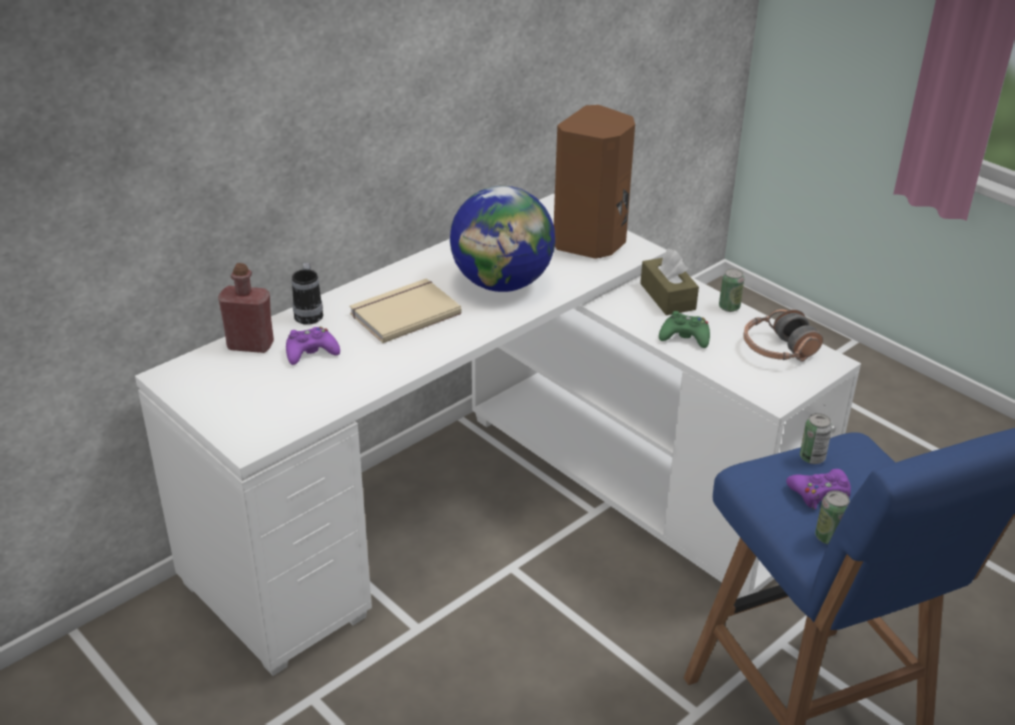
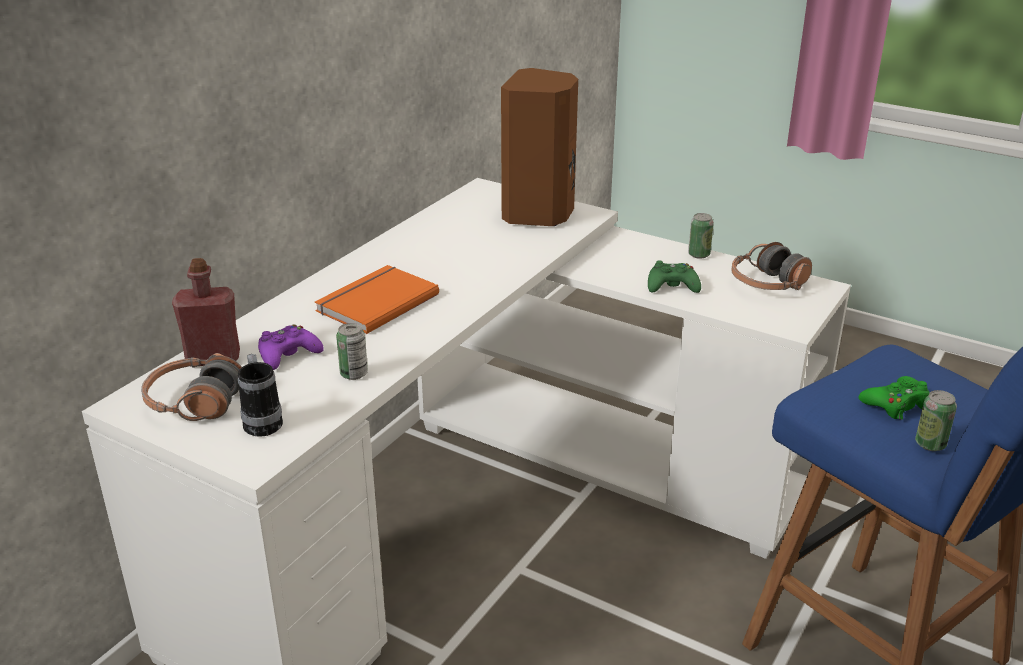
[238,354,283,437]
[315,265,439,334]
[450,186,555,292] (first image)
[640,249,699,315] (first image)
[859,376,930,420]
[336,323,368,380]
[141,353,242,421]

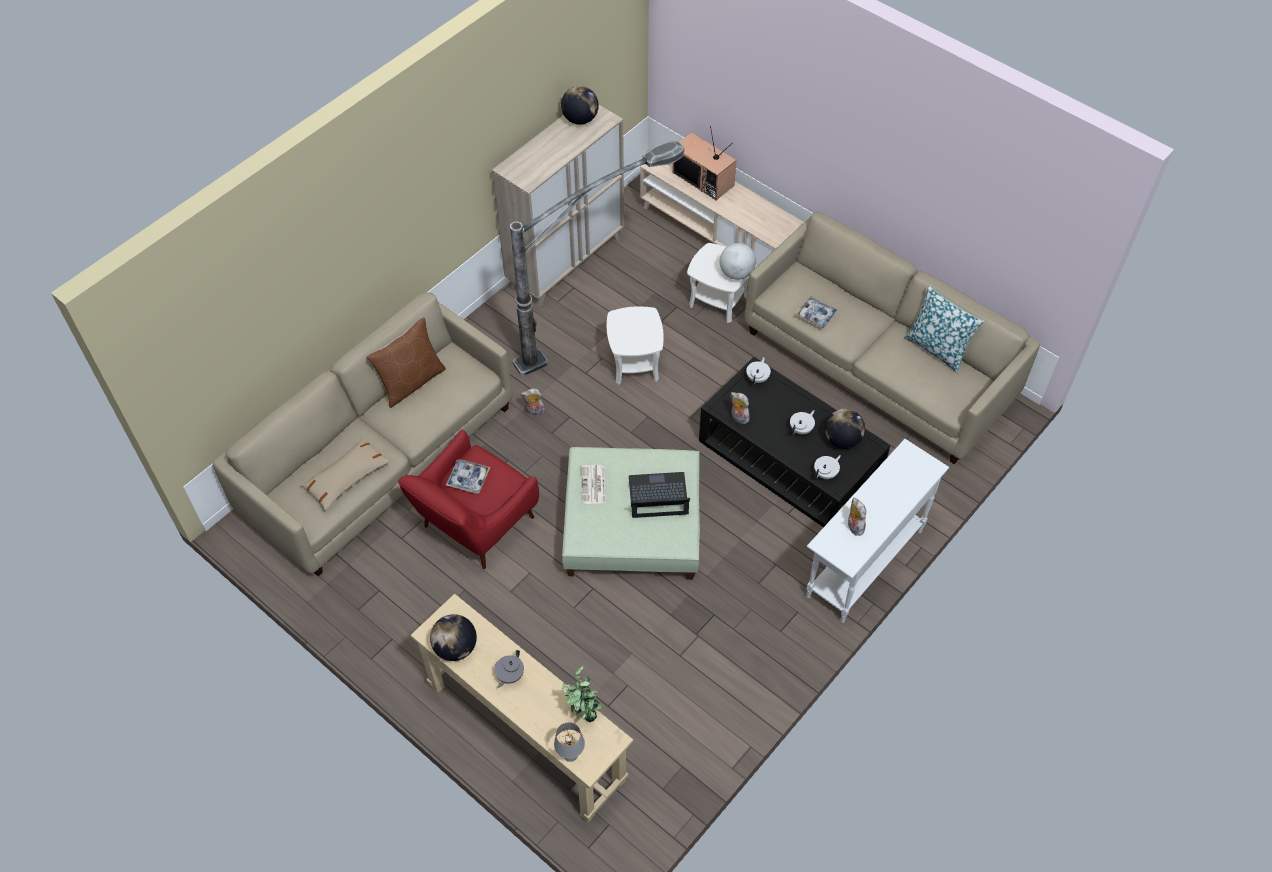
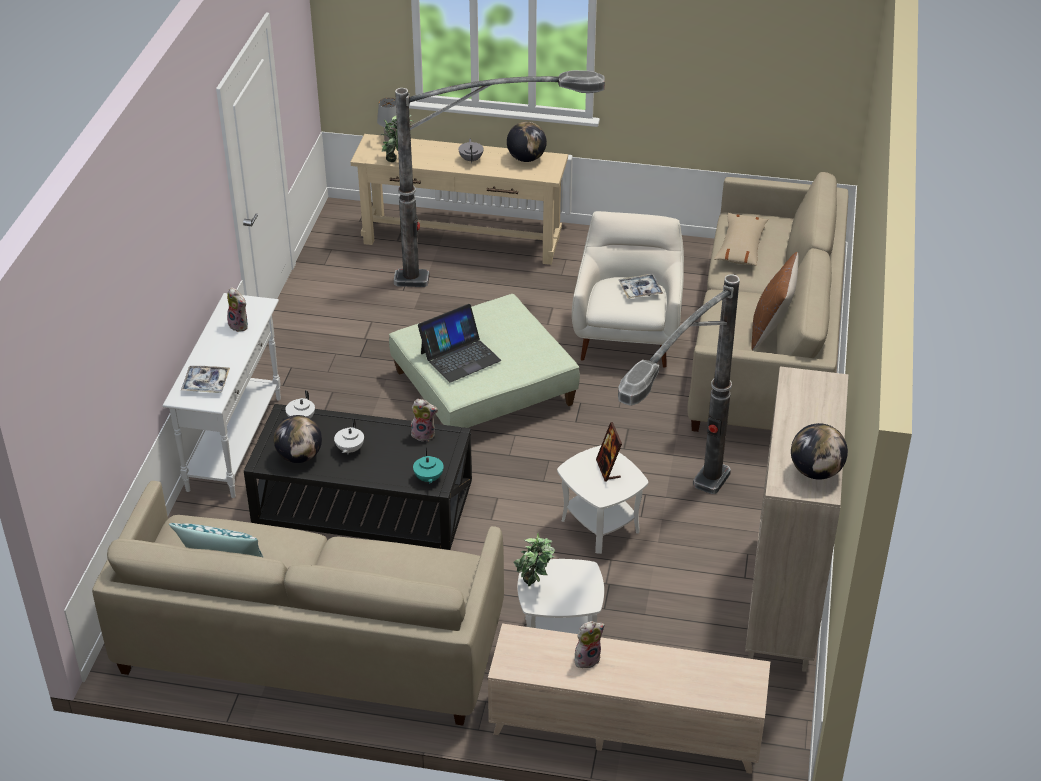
[572,211,684,368]
[575,621,605,668]
[581,465,605,504] (first image)
[672,126,736,200] (first image)
[514,533,555,586]
[413,448,444,484]
[181,366,230,393]
[394,70,605,287]
[596,422,622,482]

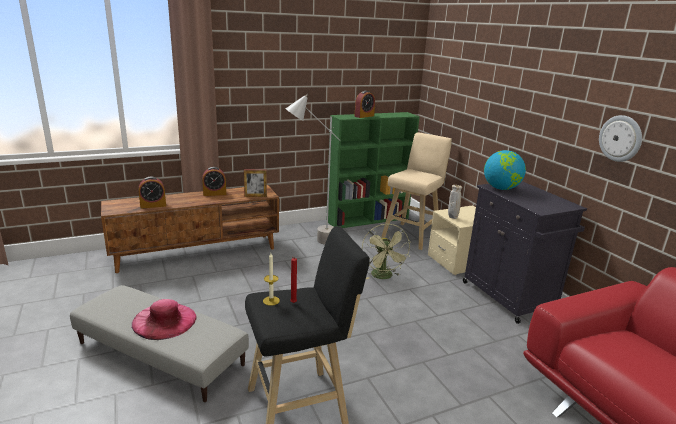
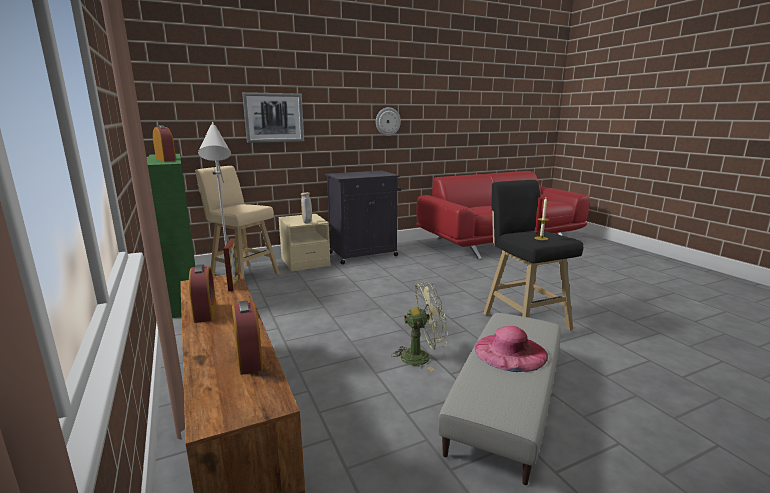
[391,282,448,371]
[484,150,526,190] (first image)
[242,92,304,143]

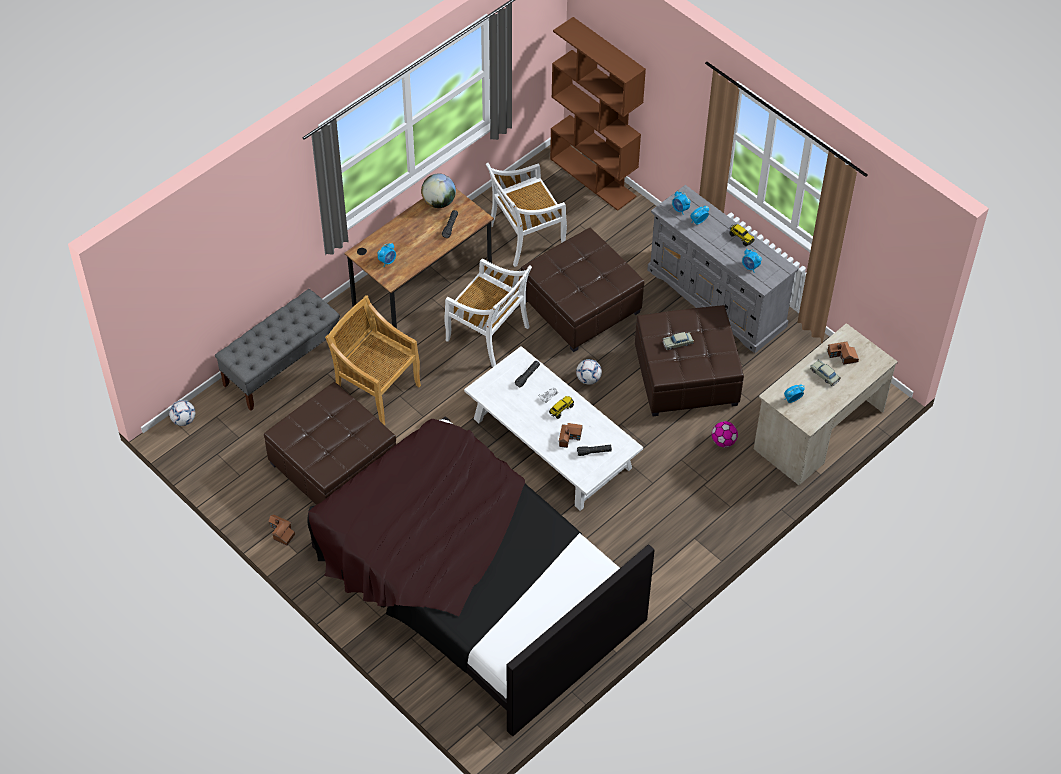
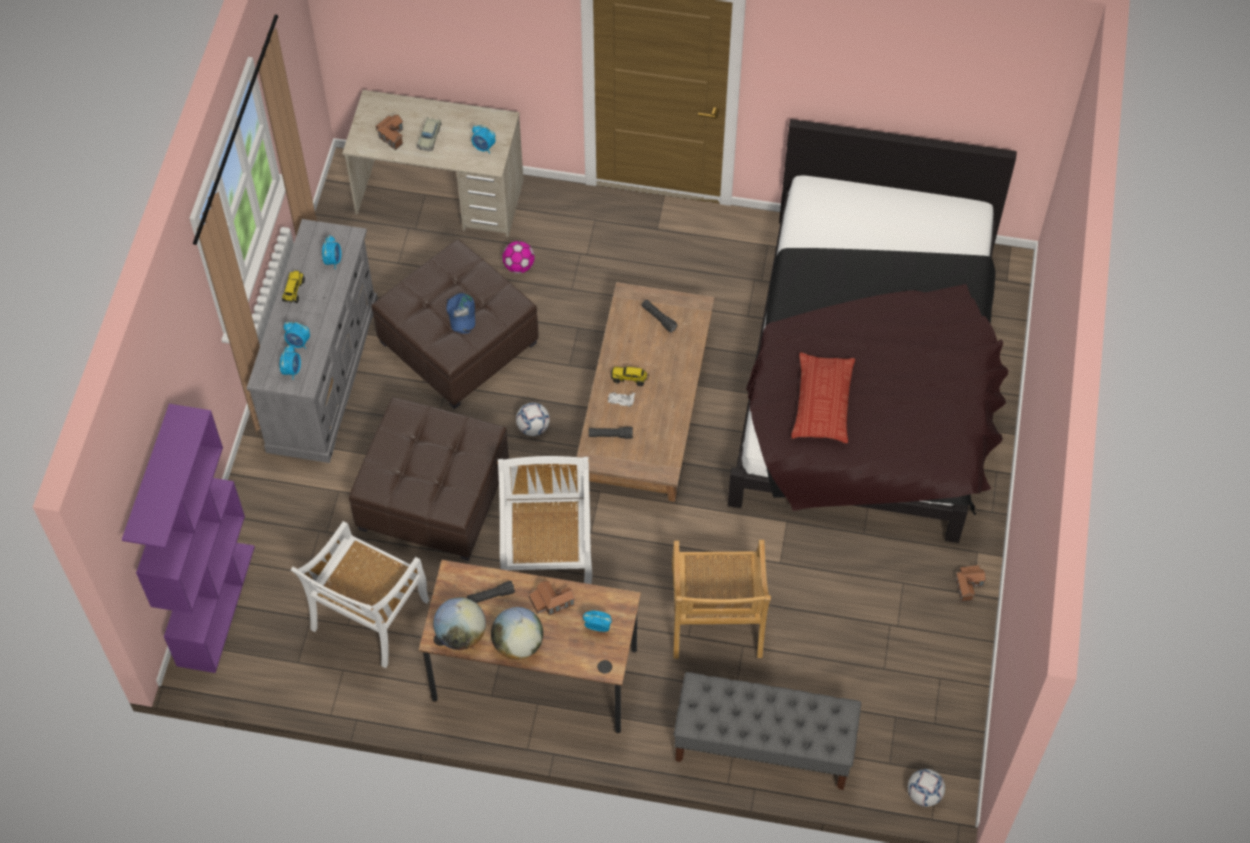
[264,382,396,505] (first image)
[577,282,714,502]
[291,521,429,668]
[122,404,255,673]
[529,581,575,615]
[446,293,475,334]
[491,607,543,660]
[791,352,855,443]

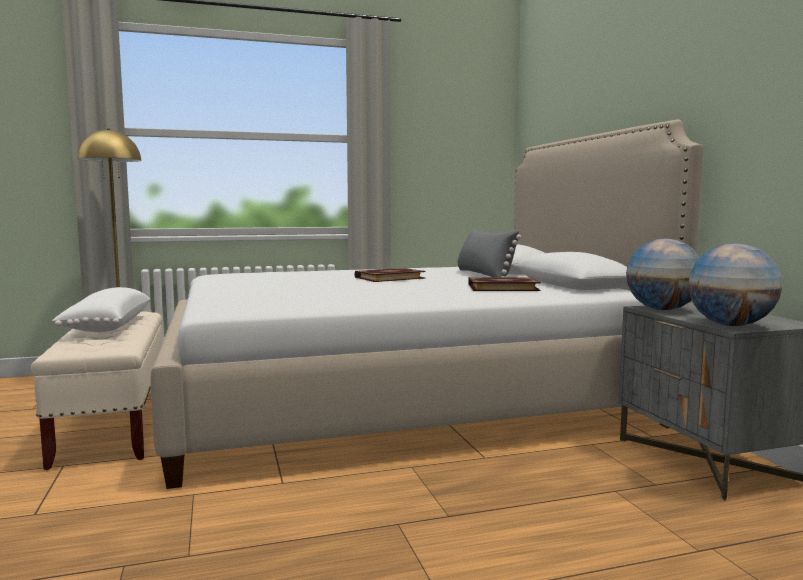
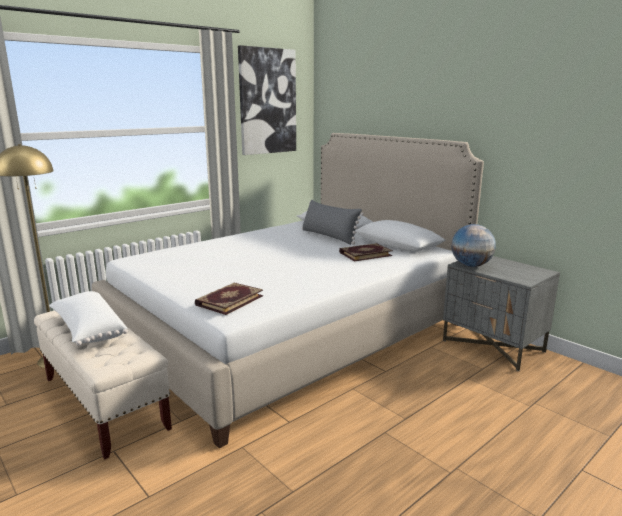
[195,283,263,315]
[688,243,782,326] (first image)
[238,45,296,155]

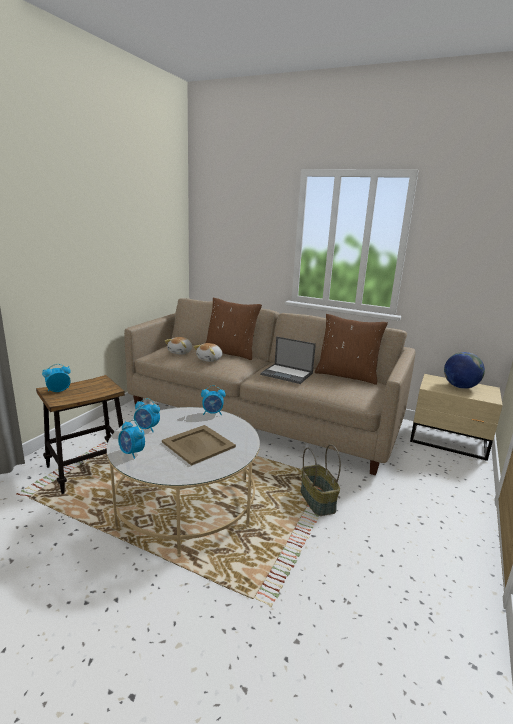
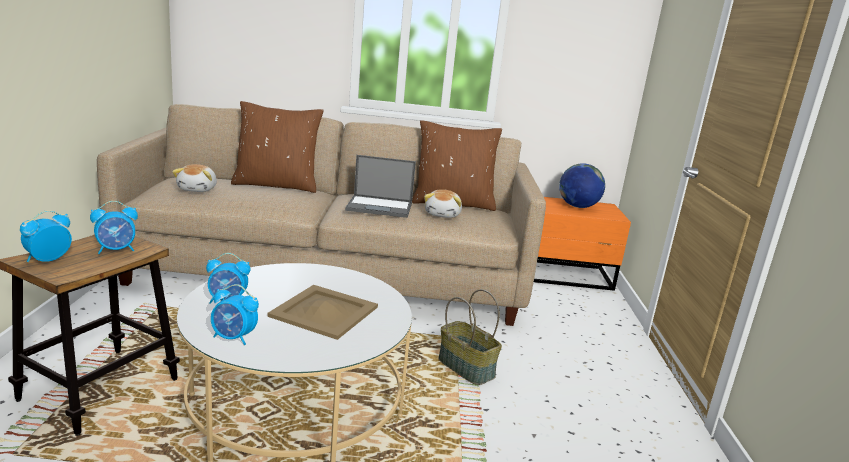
[424,189,462,218]
[90,201,138,254]
[534,197,631,291]

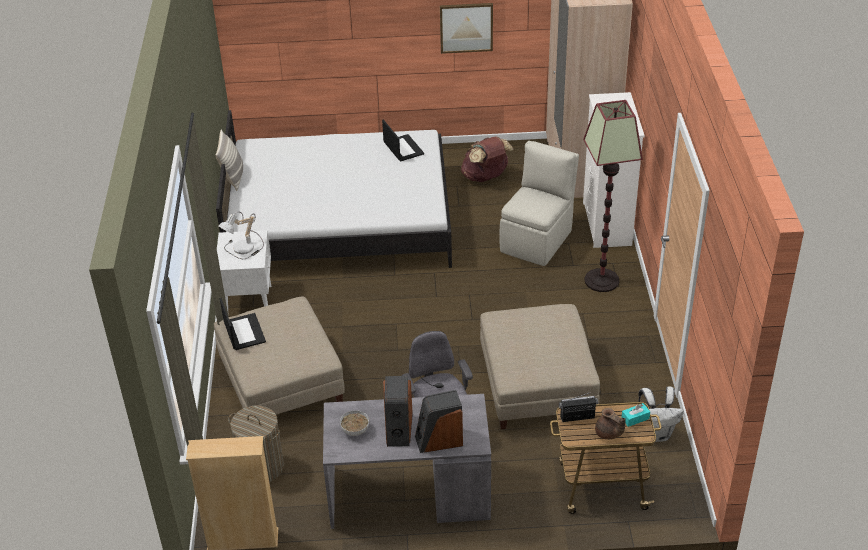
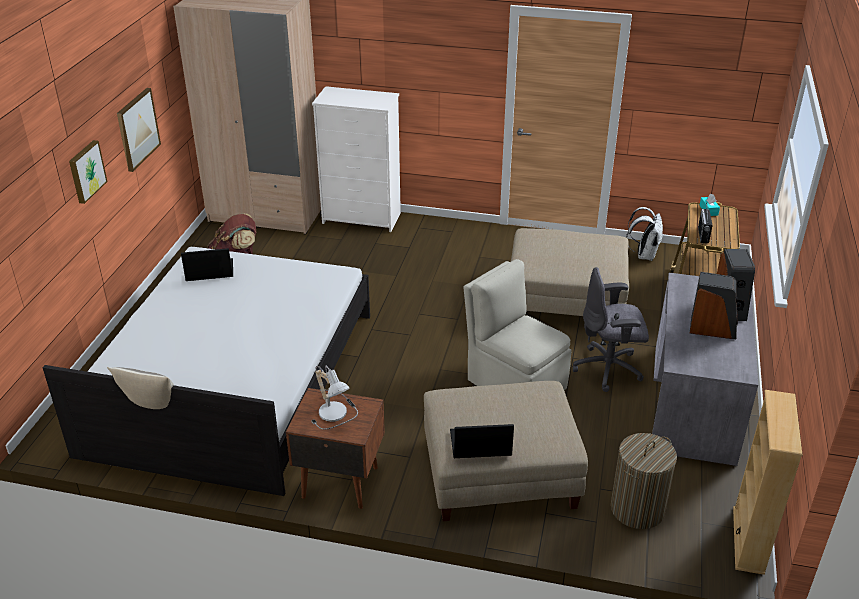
[286,388,385,509]
[340,410,369,436] (first image)
[463,259,572,391]
[583,100,643,292] (first image)
[595,408,626,440] (first image)
[69,140,108,204]

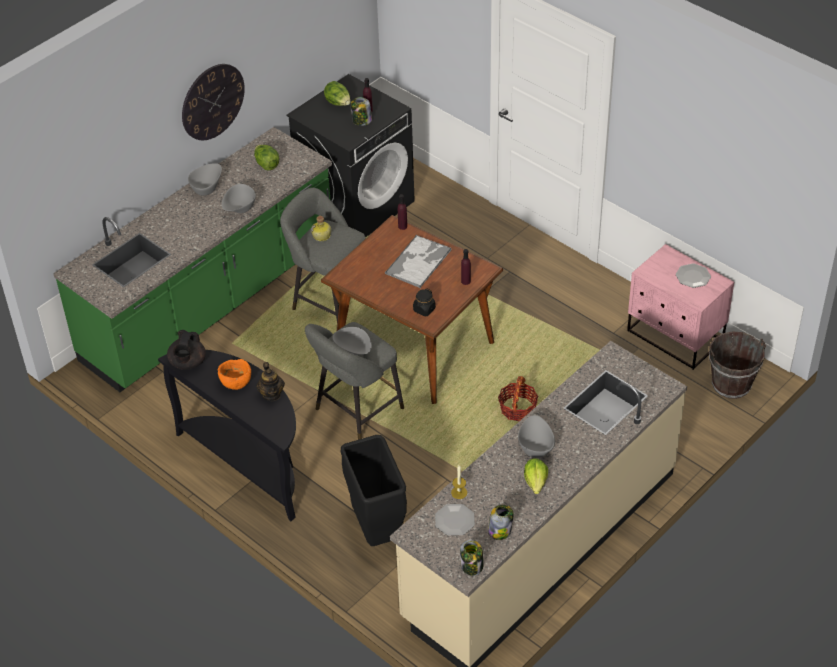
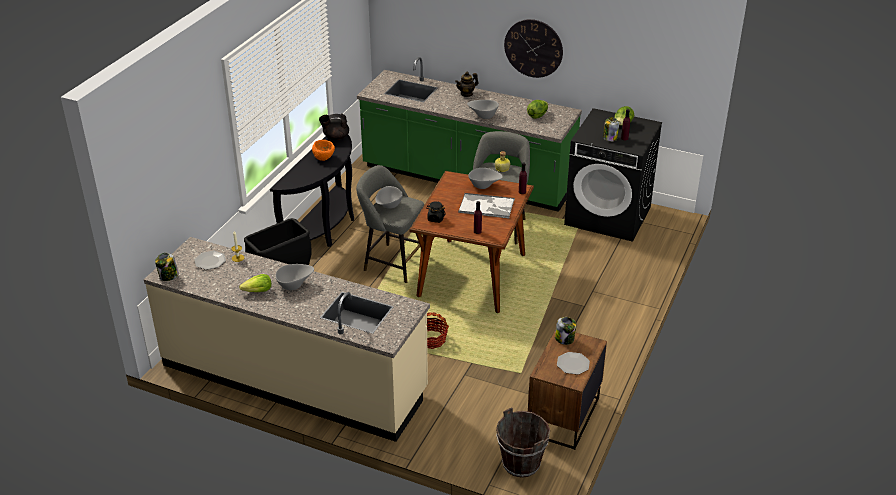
[468,168,503,189]
[455,72,479,97]
[555,317,576,345]
[528,330,607,450]

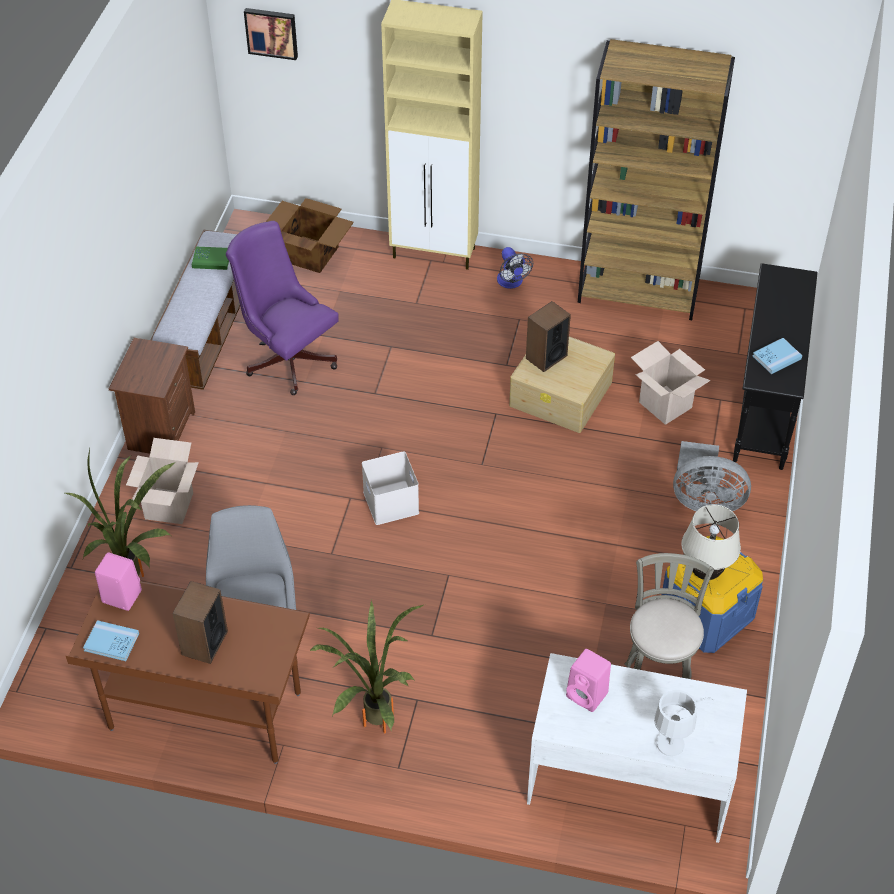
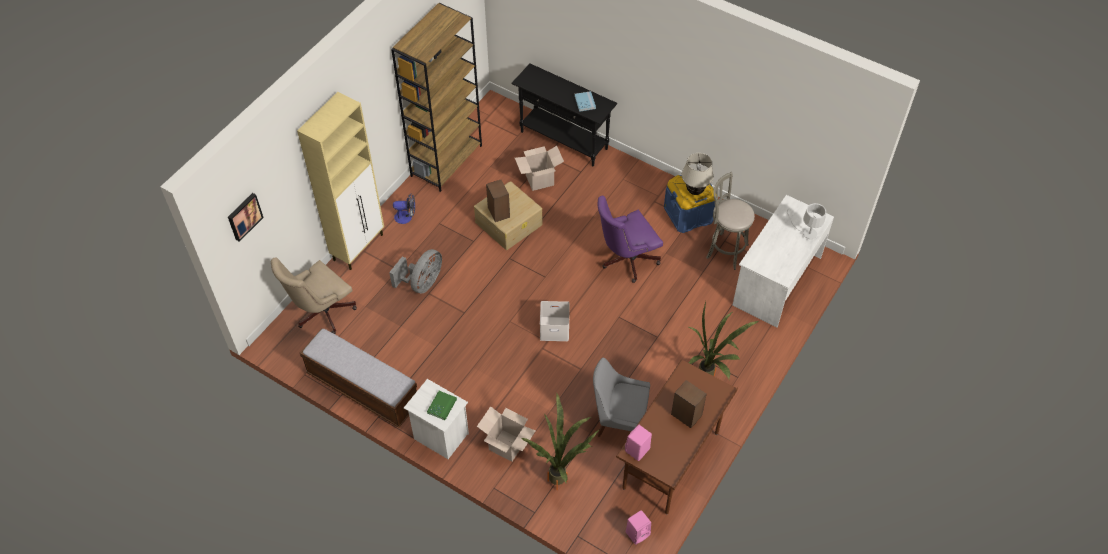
[83,620,139,661] (first image)
[404,379,469,459]
[427,391,457,420]
[598,196,663,283]
[271,257,357,334]
[626,510,651,545]
[389,249,442,294]

